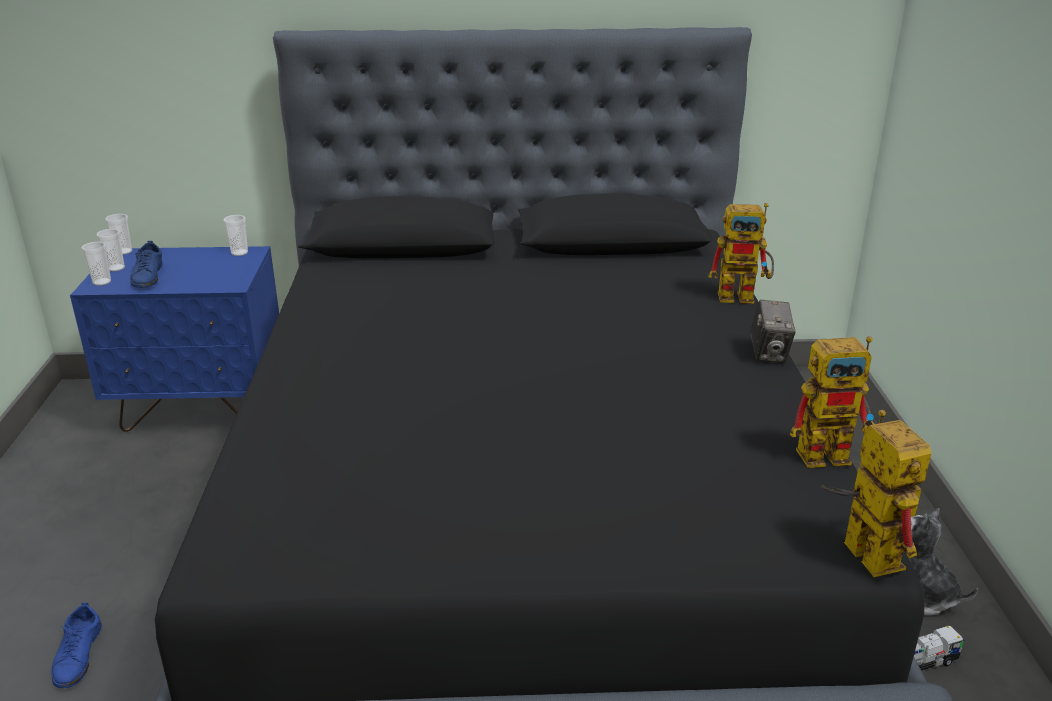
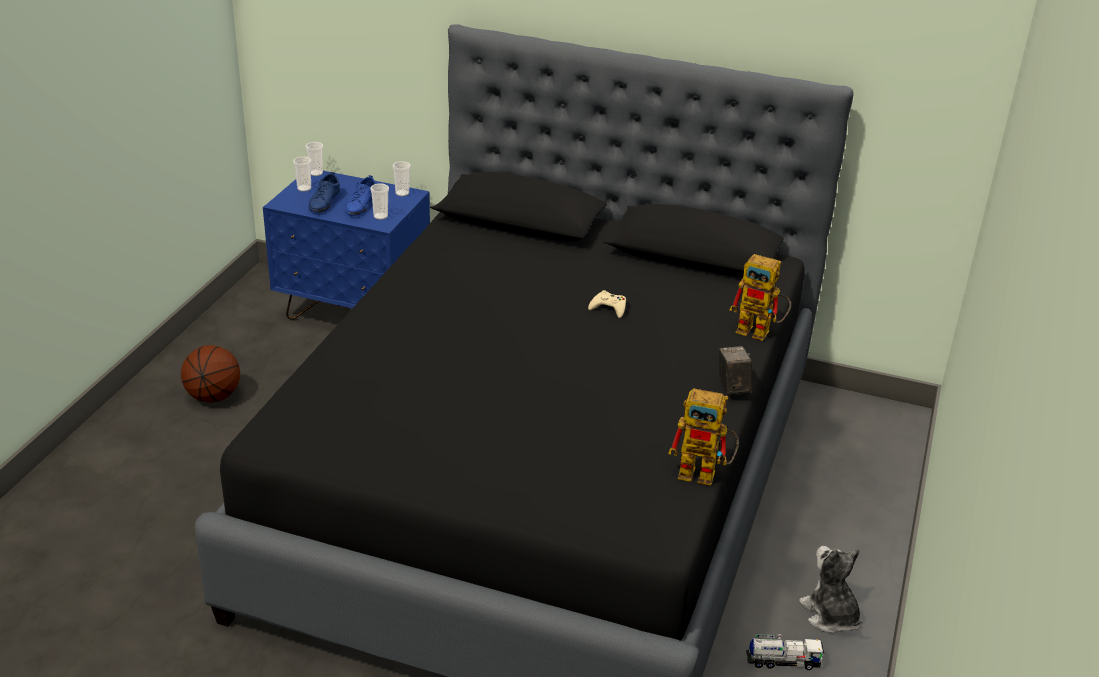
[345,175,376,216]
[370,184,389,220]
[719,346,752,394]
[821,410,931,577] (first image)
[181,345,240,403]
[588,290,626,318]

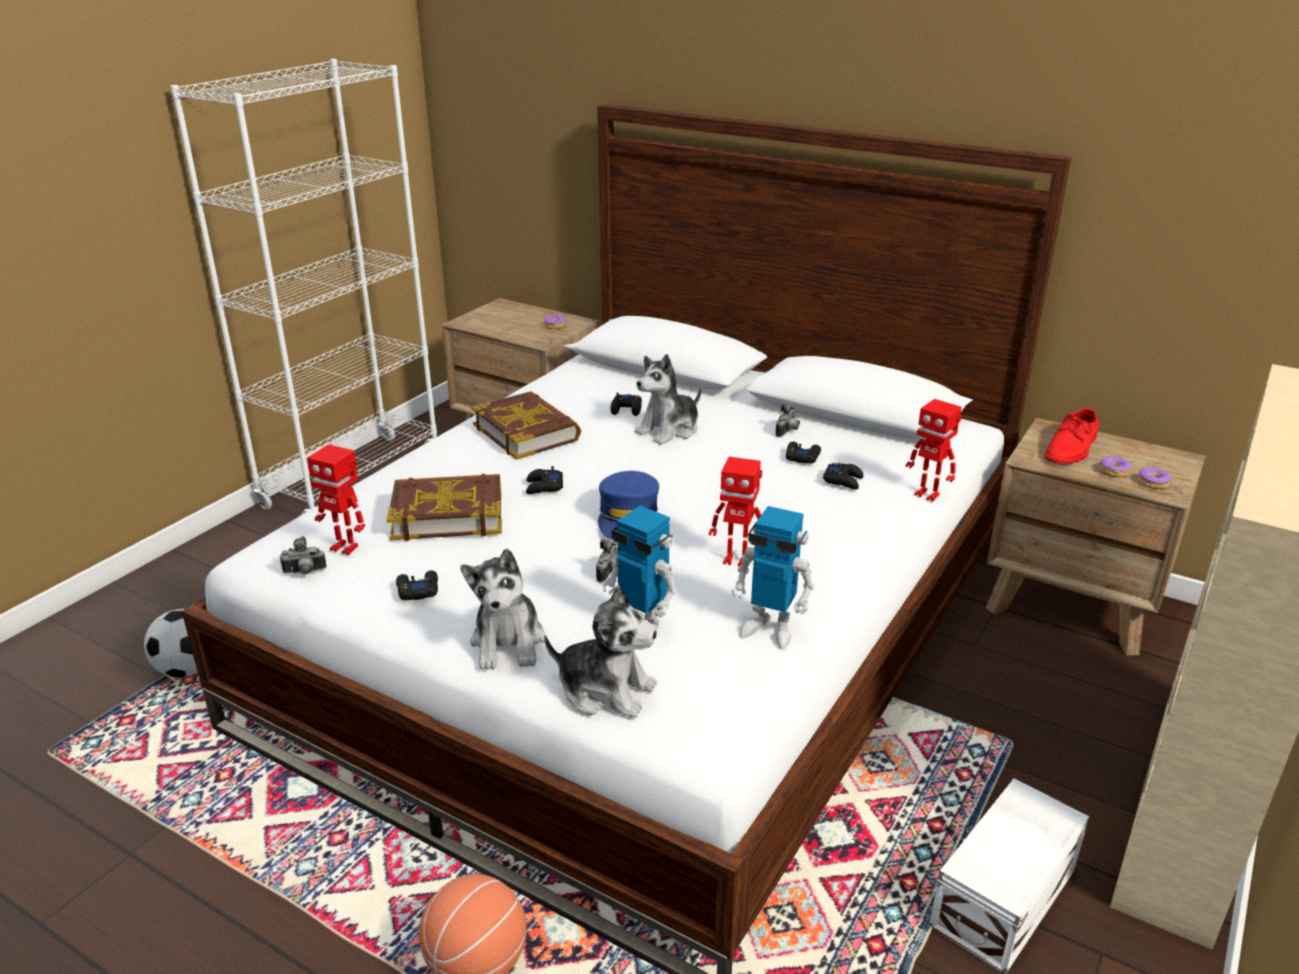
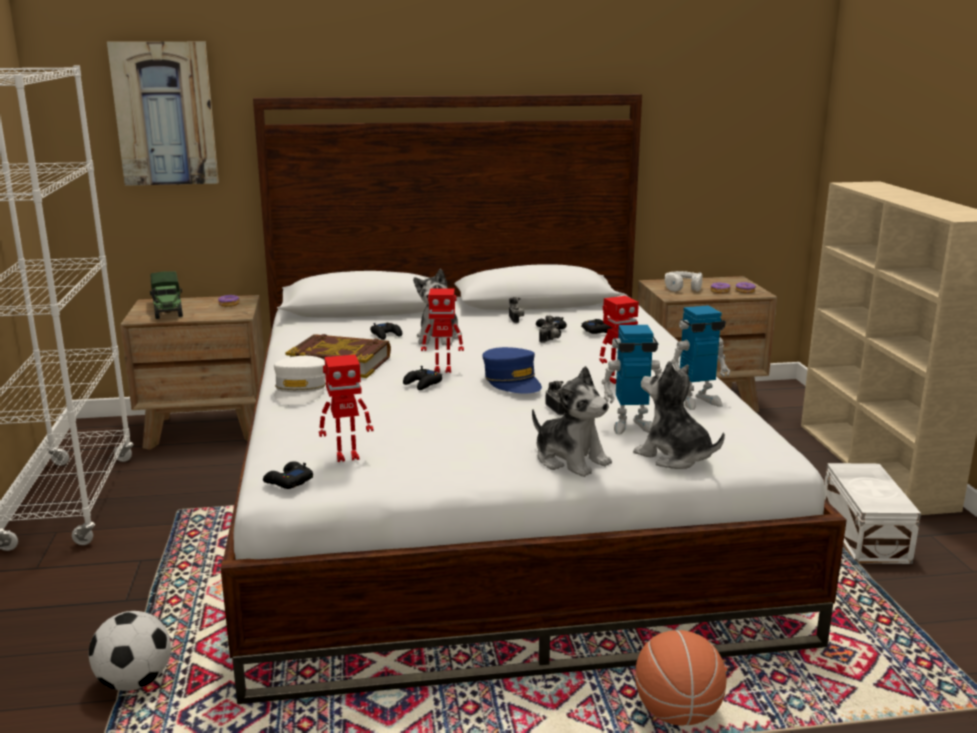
[539,315,561,343]
[386,474,502,541] (first image)
[263,461,313,489]
[633,361,725,469]
[421,289,464,373]
[665,271,703,292]
[107,42,219,186]
[150,271,183,319]
[274,356,326,405]

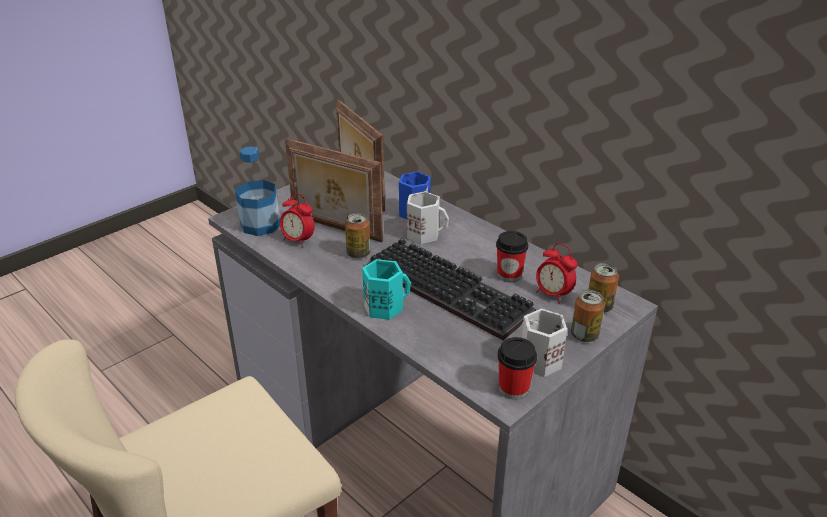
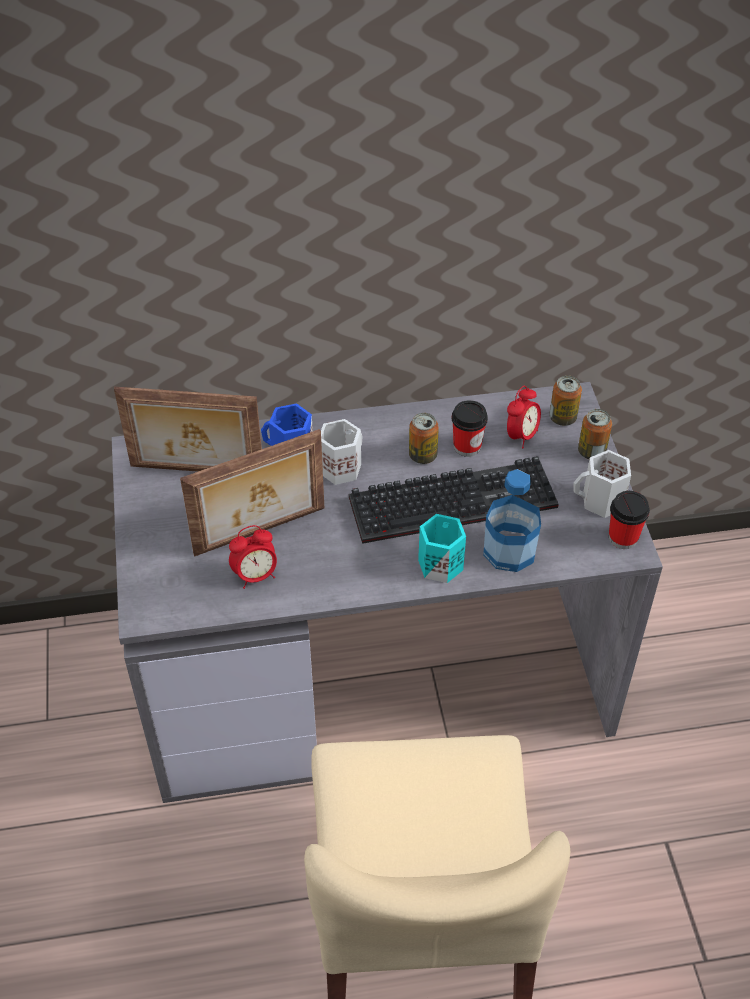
[483,469,541,572]
[409,413,439,464]
[507,386,541,448]

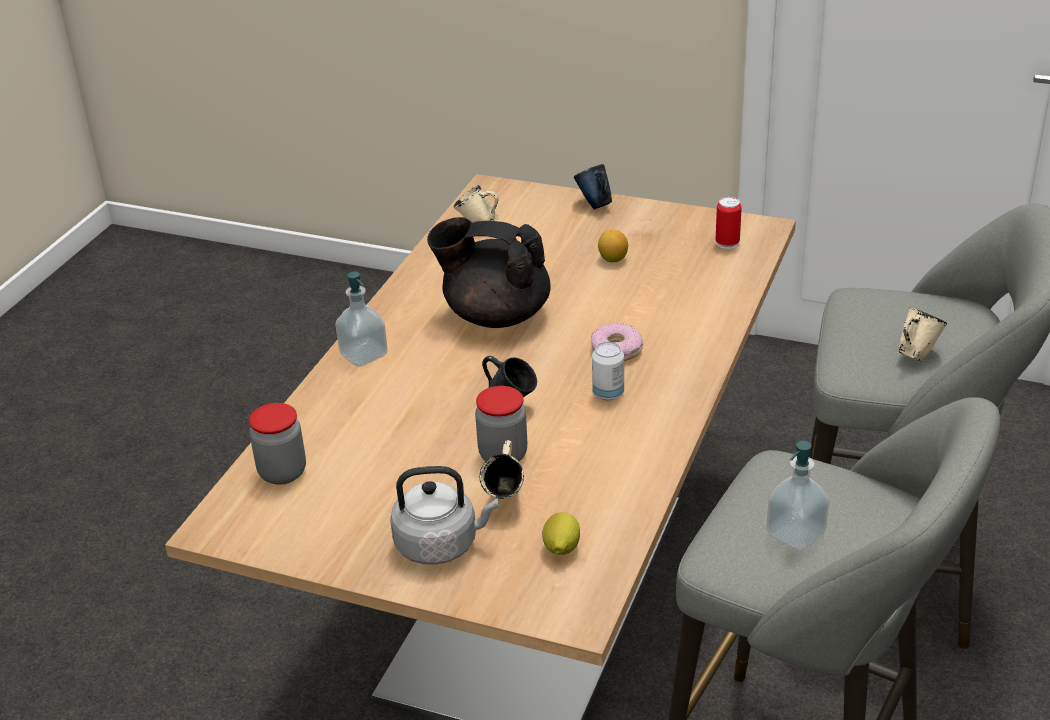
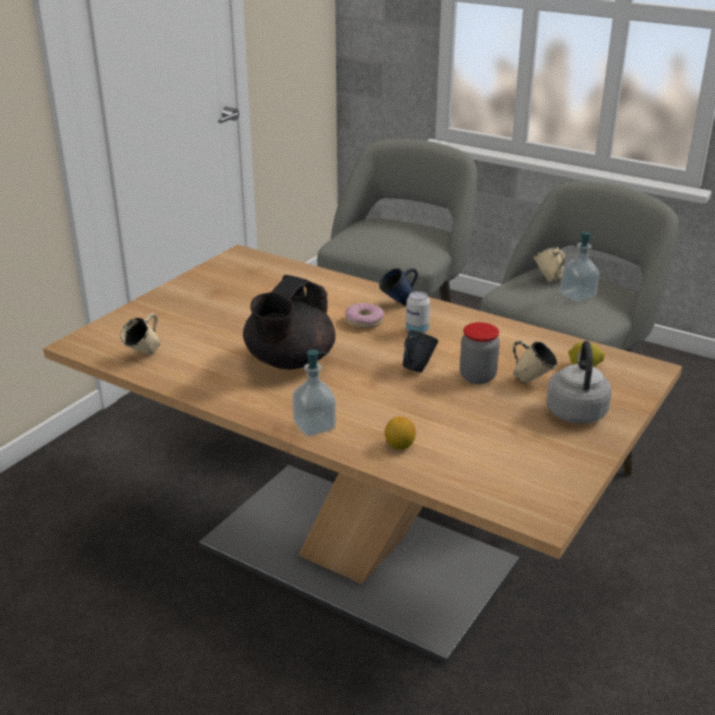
[249,403,306,485] (first image)
[379,268,418,305]
[385,417,416,450]
[716,197,742,249] (first image)
[533,246,565,282]

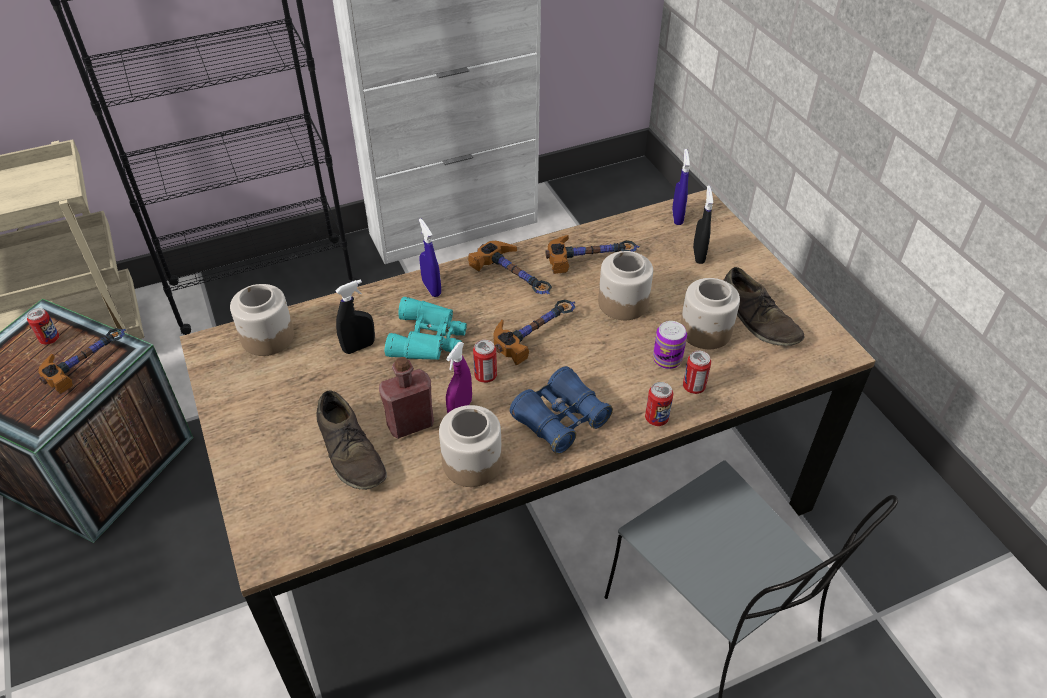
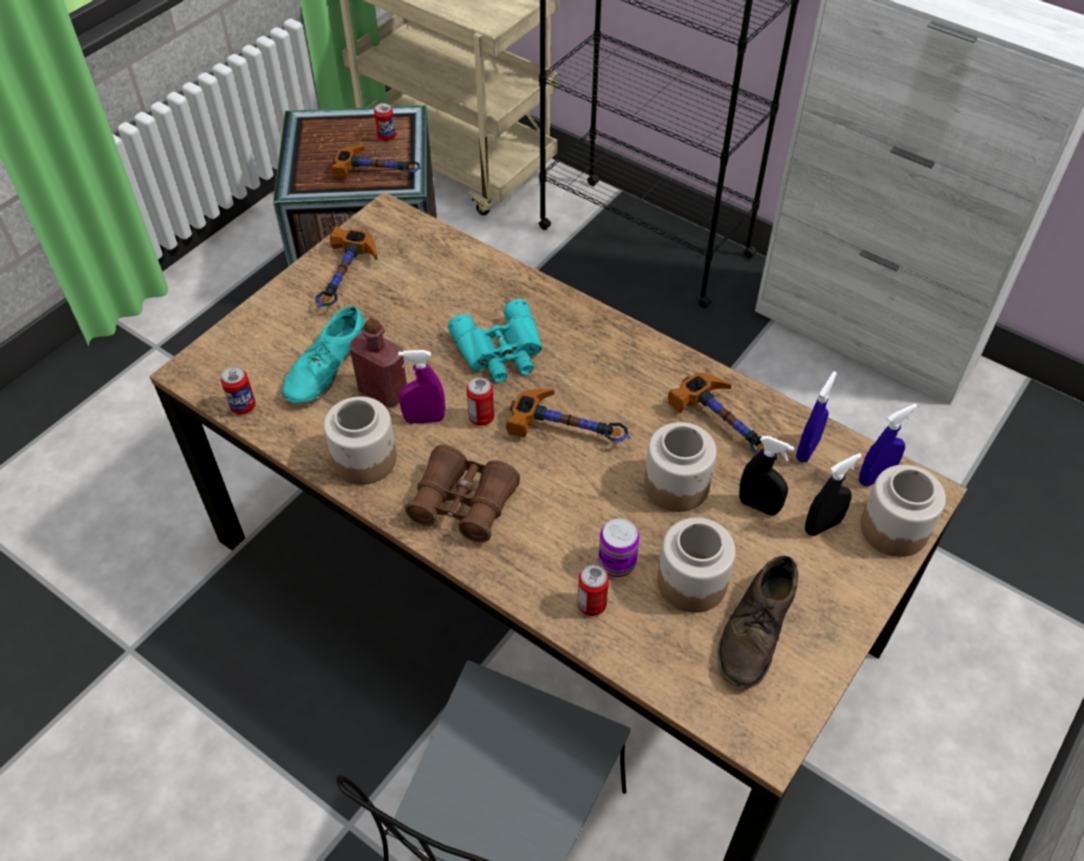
[860,465,946,557]
[282,306,365,404]
[739,436,795,515]
[796,371,837,462]
[315,226,377,308]
[405,445,520,543]
[221,366,256,415]

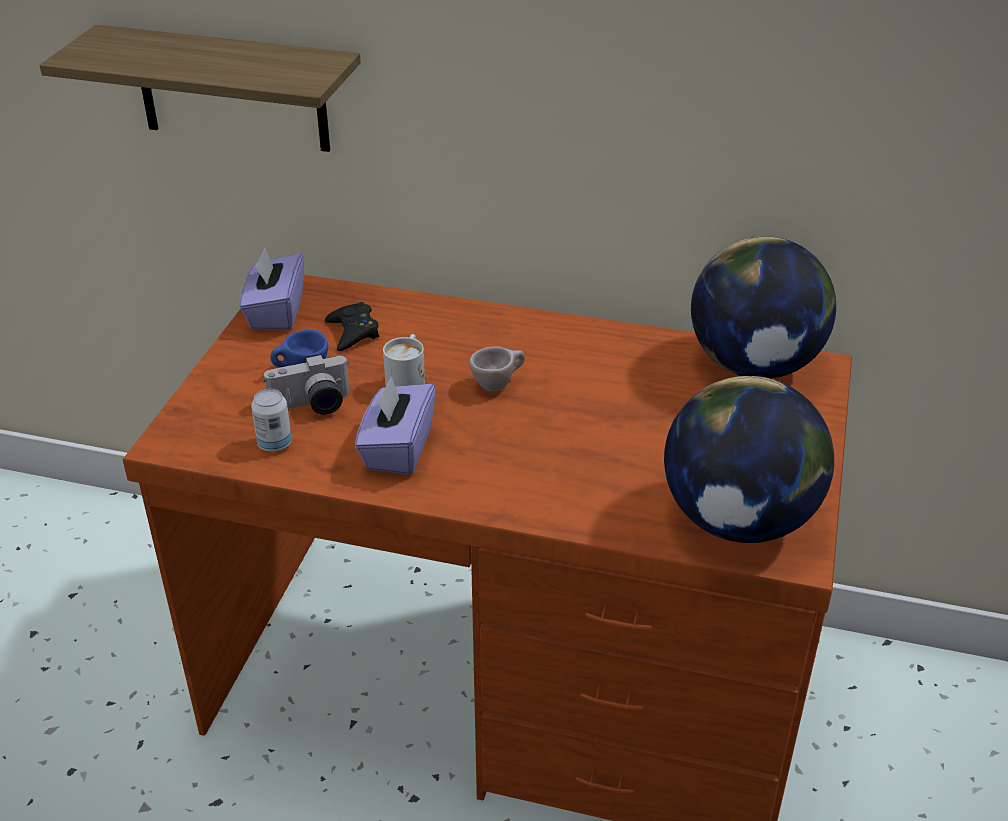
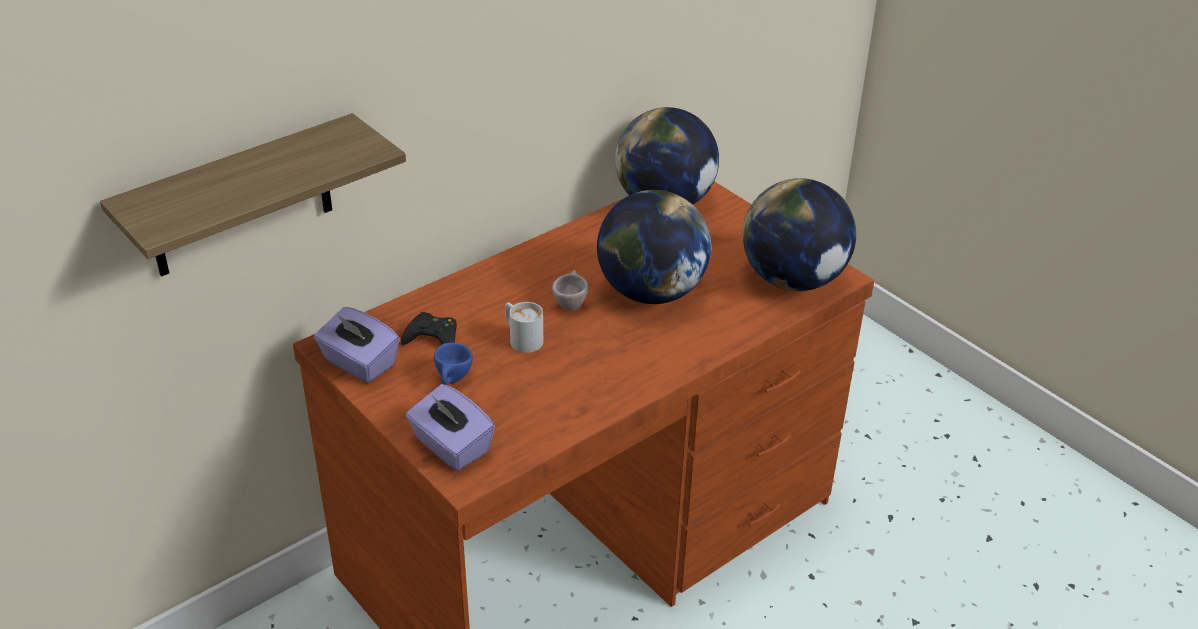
[251,389,292,452] (first image)
[264,354,350,415] (first image)
[406,384,495,471]
[597,190,711,304]

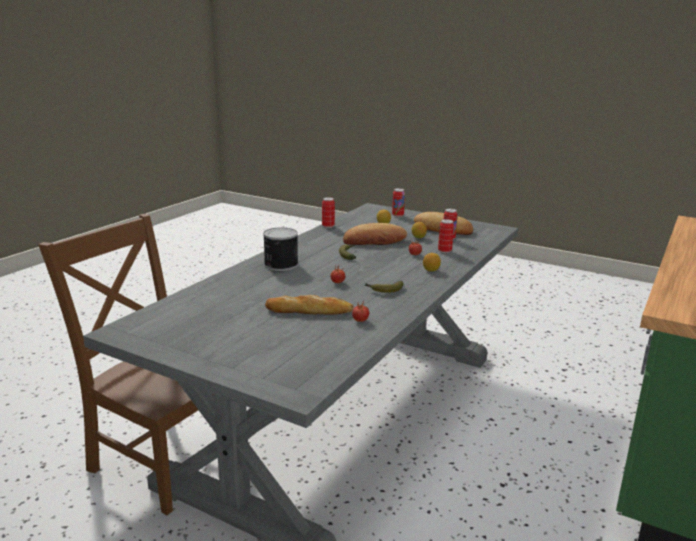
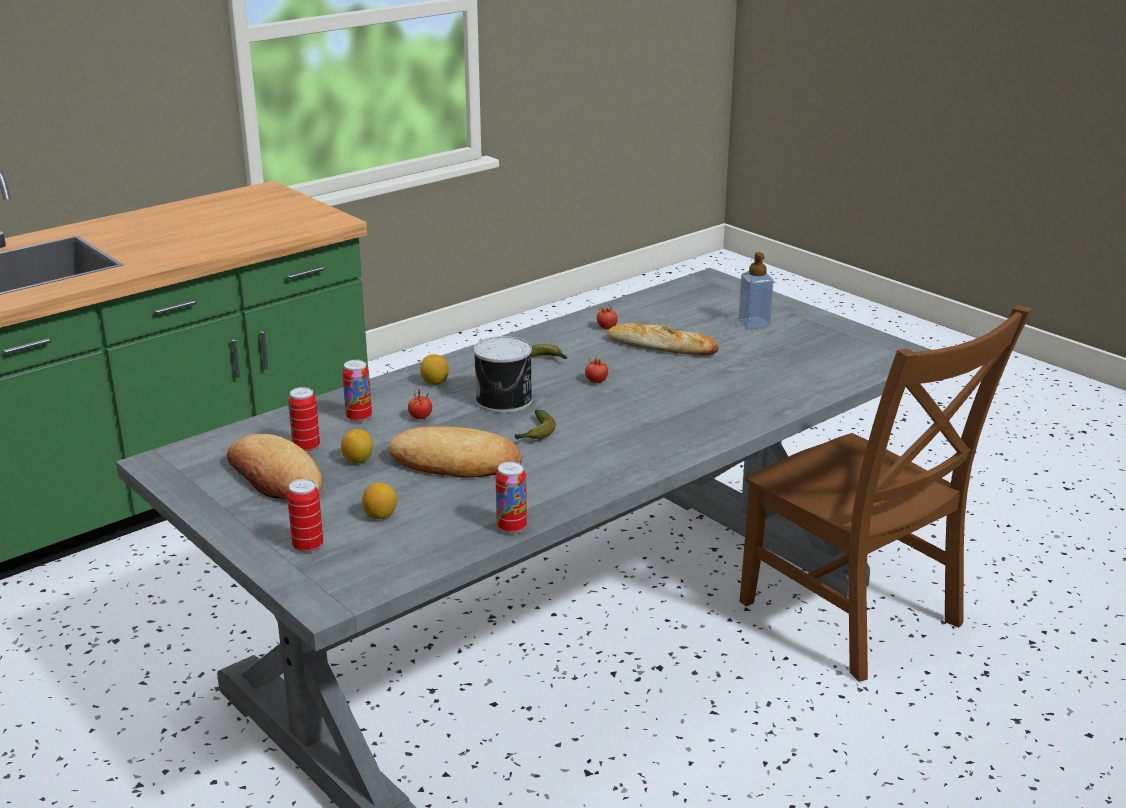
[474,336,532,413]
[738,252,774,329]

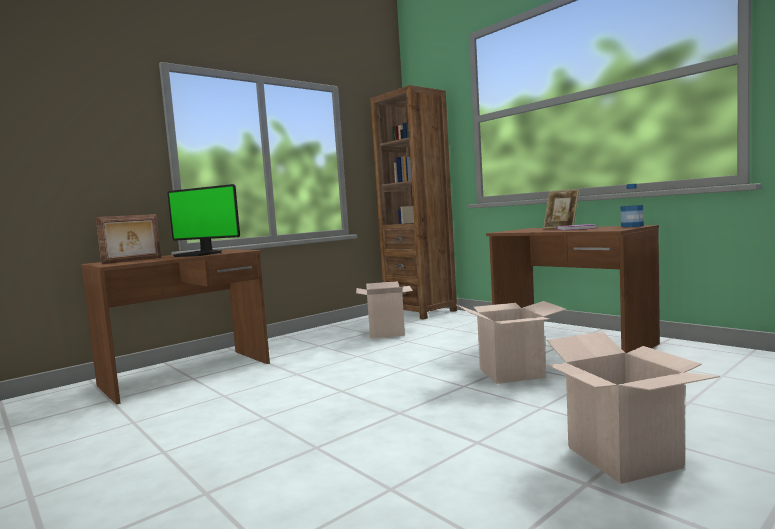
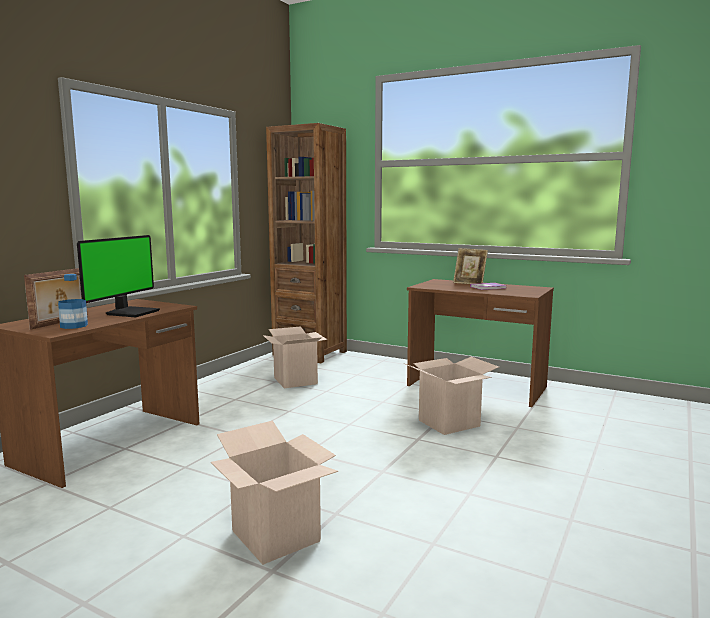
[77,235,160,317]
[211,421,338,565]
[58,274,88,329]

